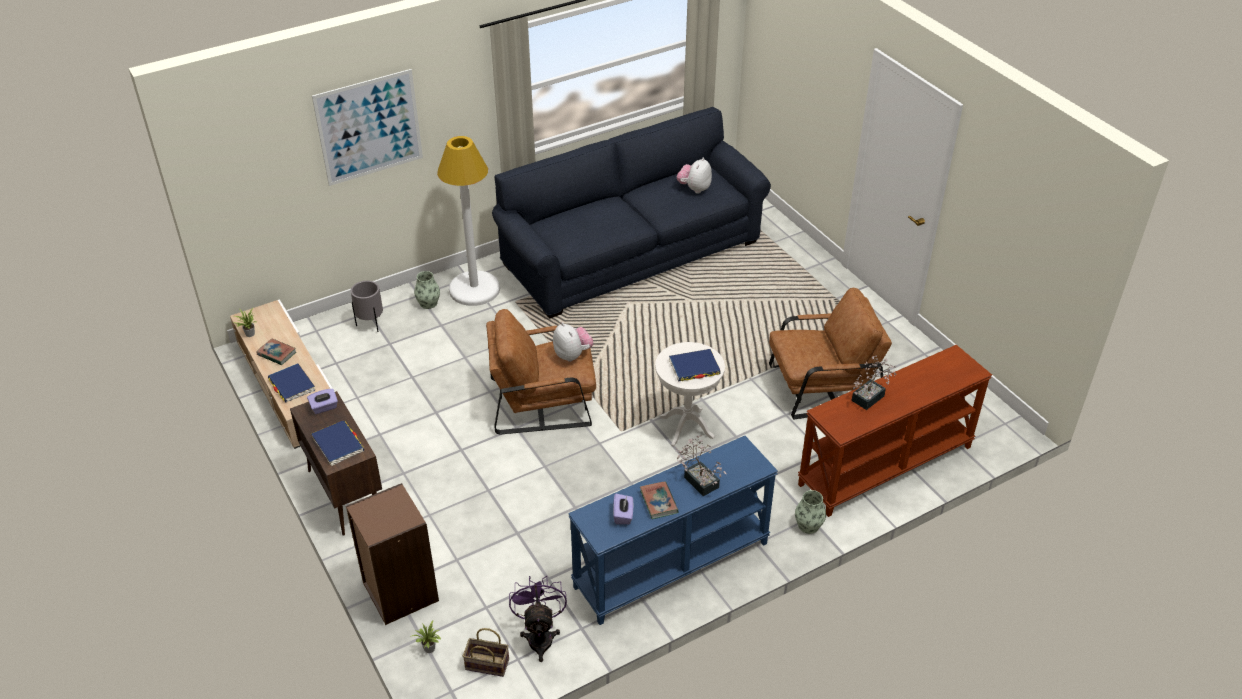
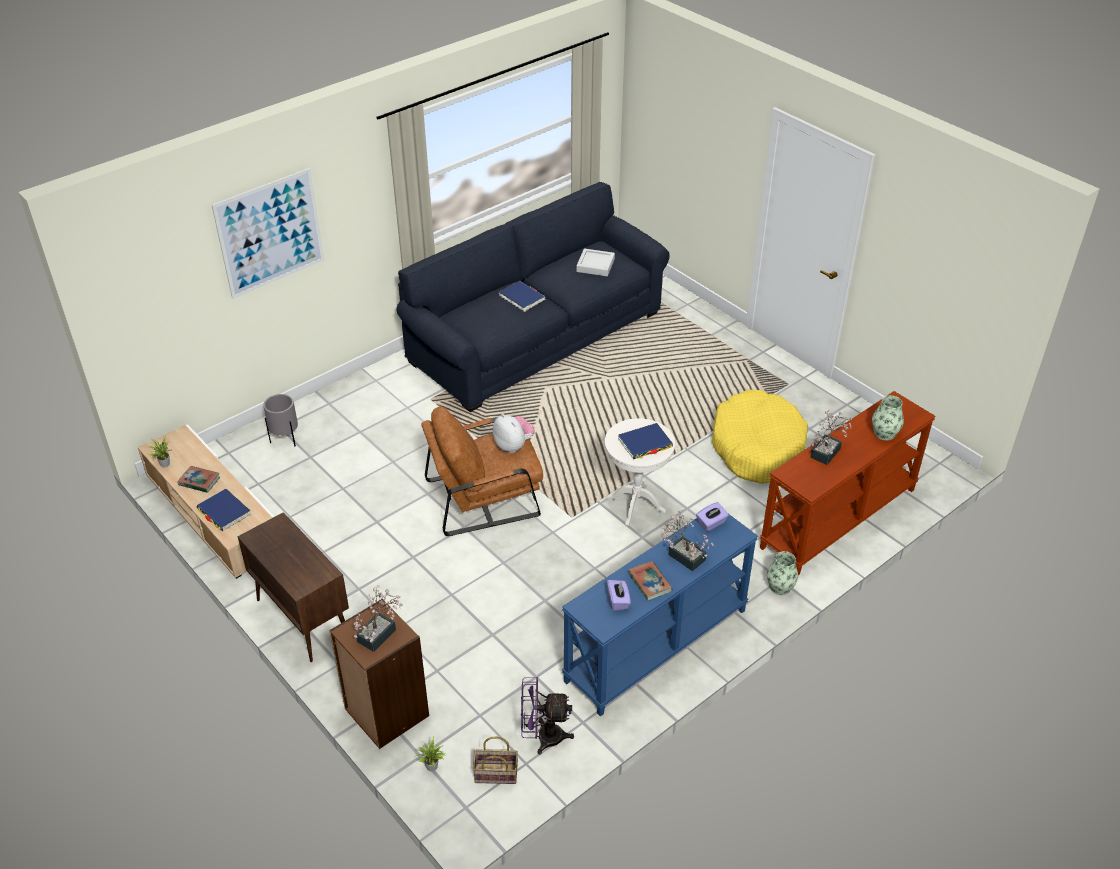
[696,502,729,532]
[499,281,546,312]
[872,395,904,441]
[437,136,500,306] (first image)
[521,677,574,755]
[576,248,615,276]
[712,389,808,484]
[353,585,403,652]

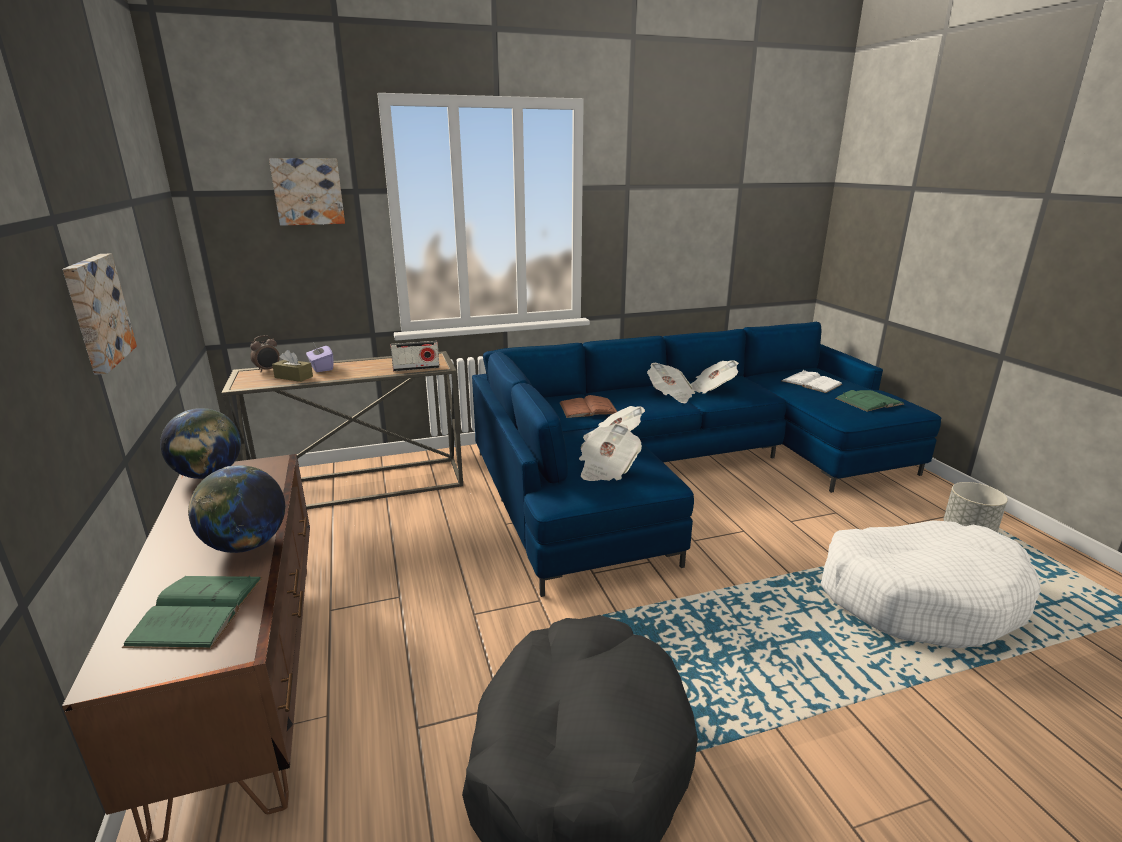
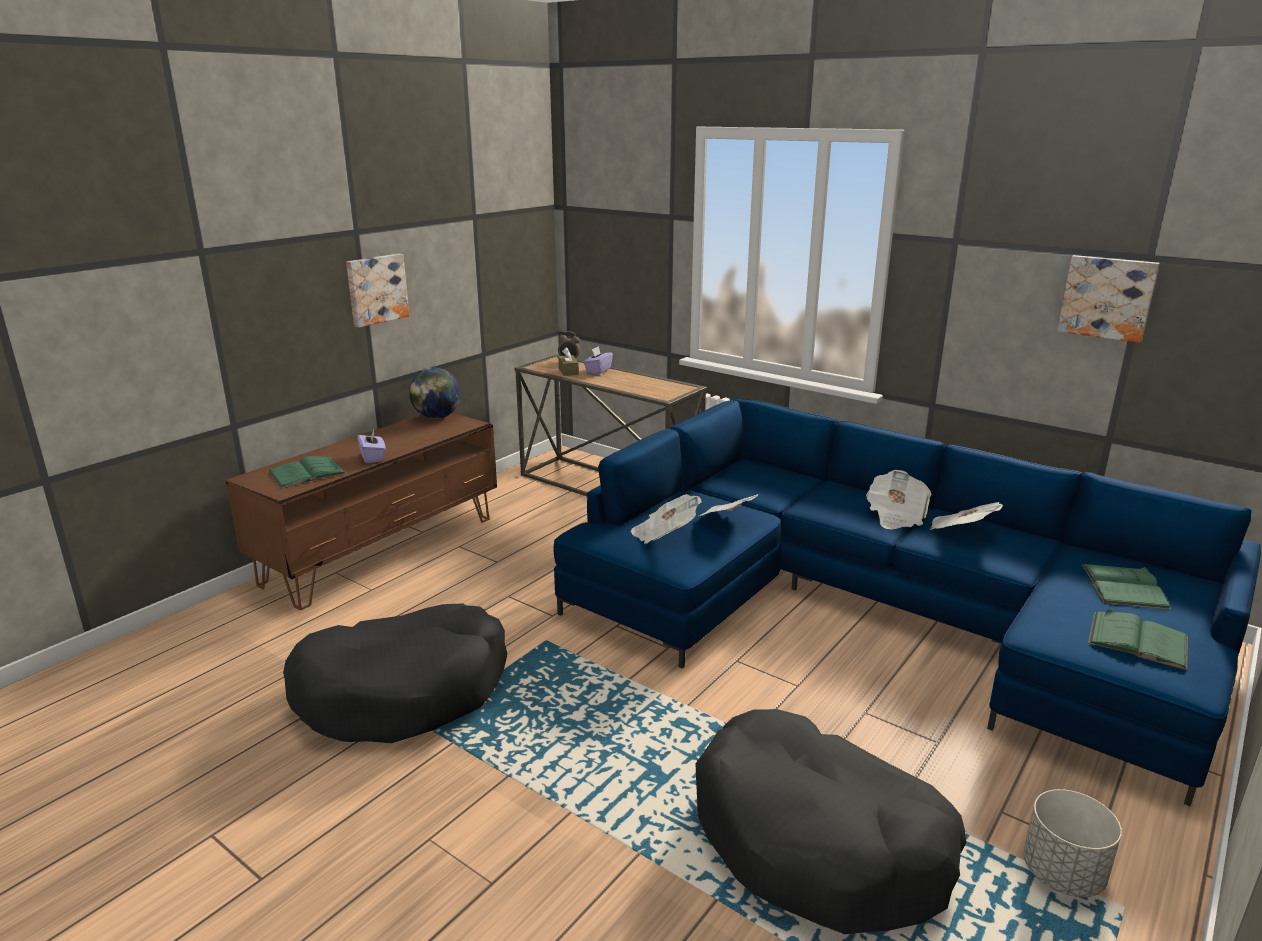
[357,428,386,463]
[1057,255,1160,343]
[390,341,440,371] (first image)
[560,395,618,418] (first image)
[1082,564,1171,610]
[695,709,966,934]

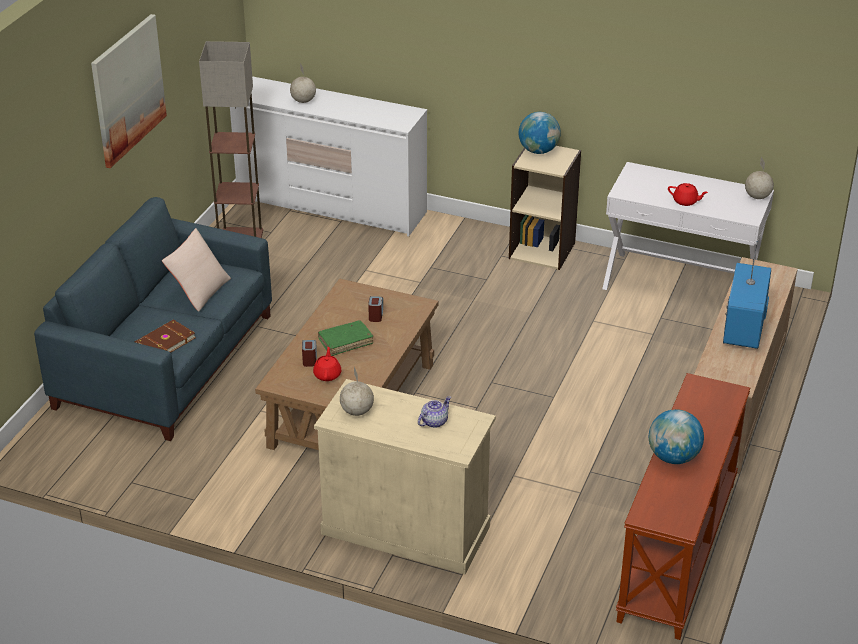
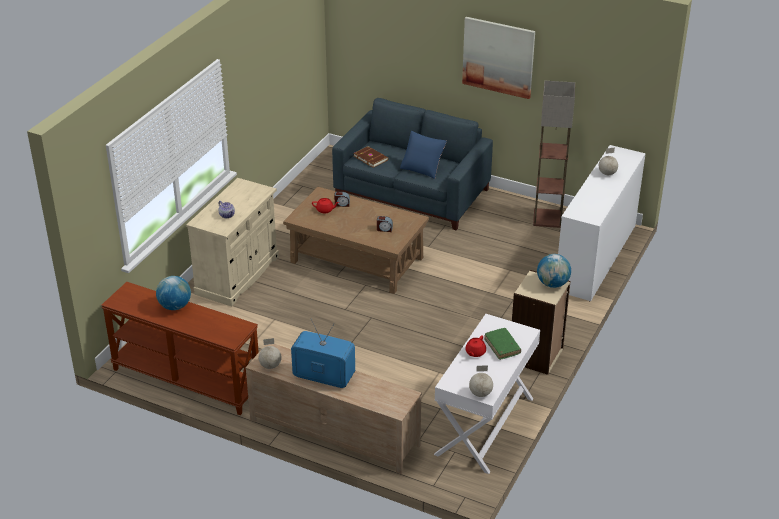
[400,131,447,179]
[484,328,521,360]
[259,338,282,369]

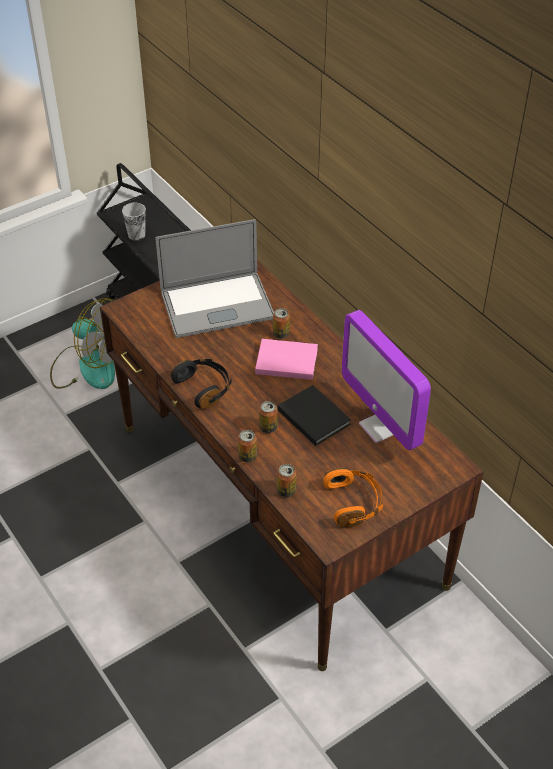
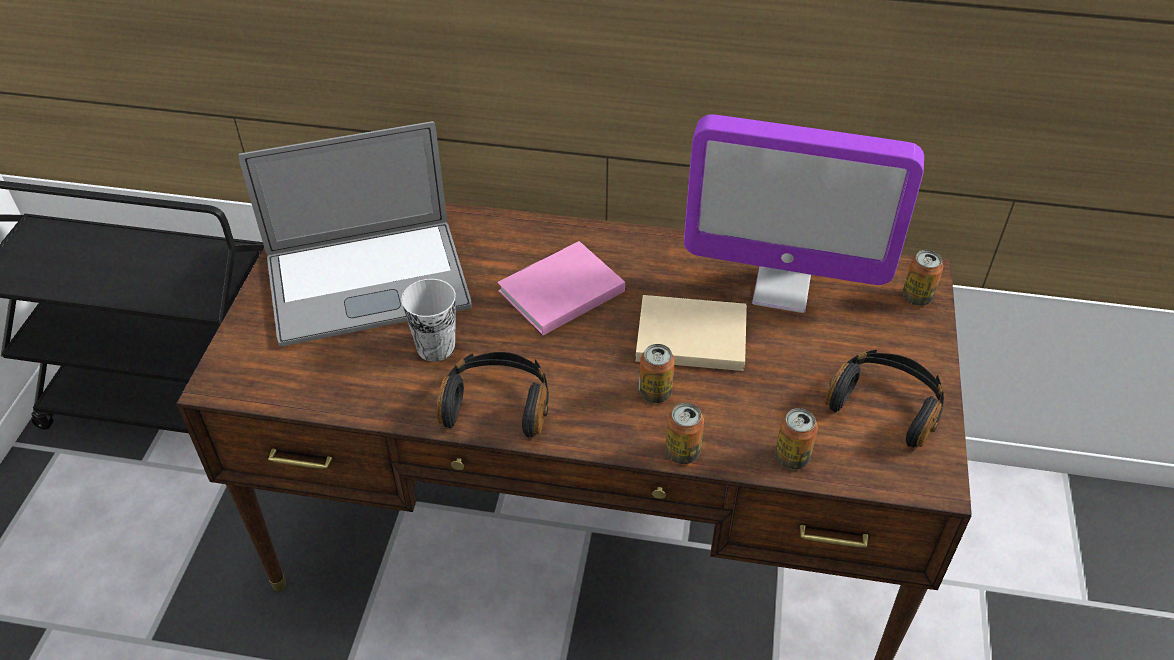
[50,298,115,389] (first image)
[401,279,456,362]
[239,121,472,347]
[902,250,943,306]
[636,295,747,371]
[825,349,944,447]

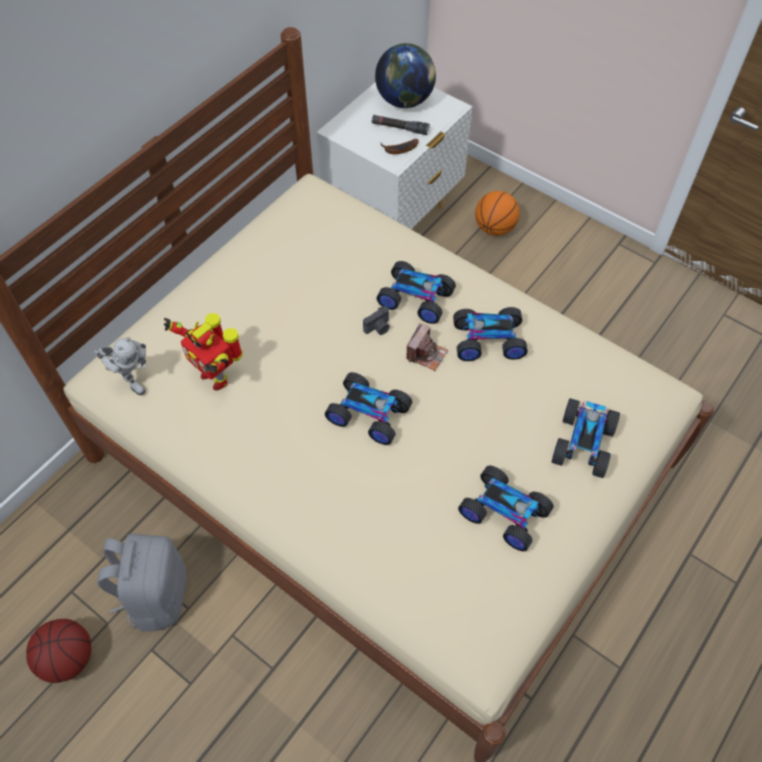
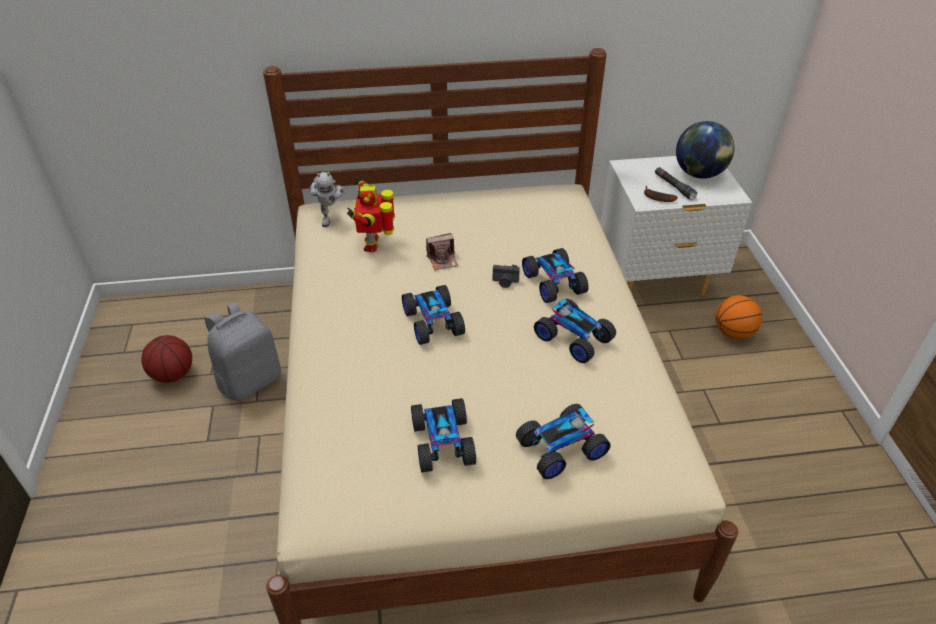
[426,233,458,270]

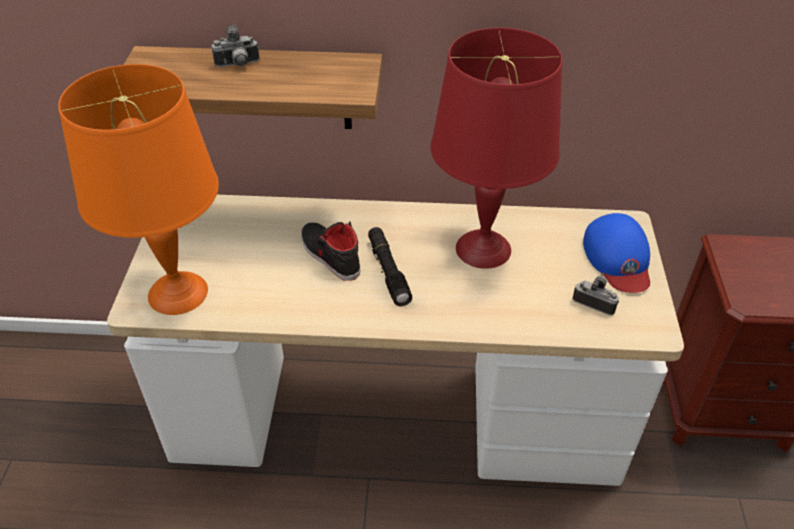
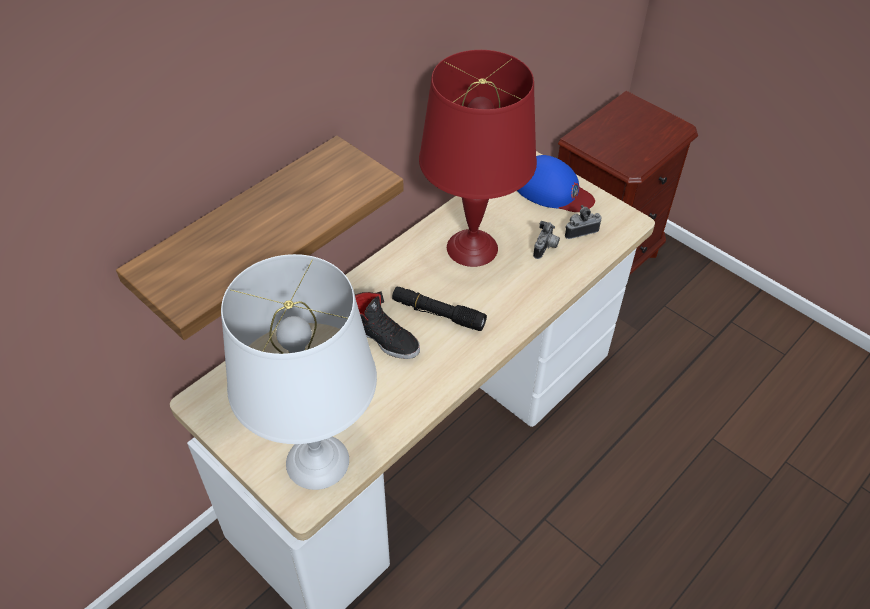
[221,254,377,490]
[533,221,560,259]
[355,291,420,359]

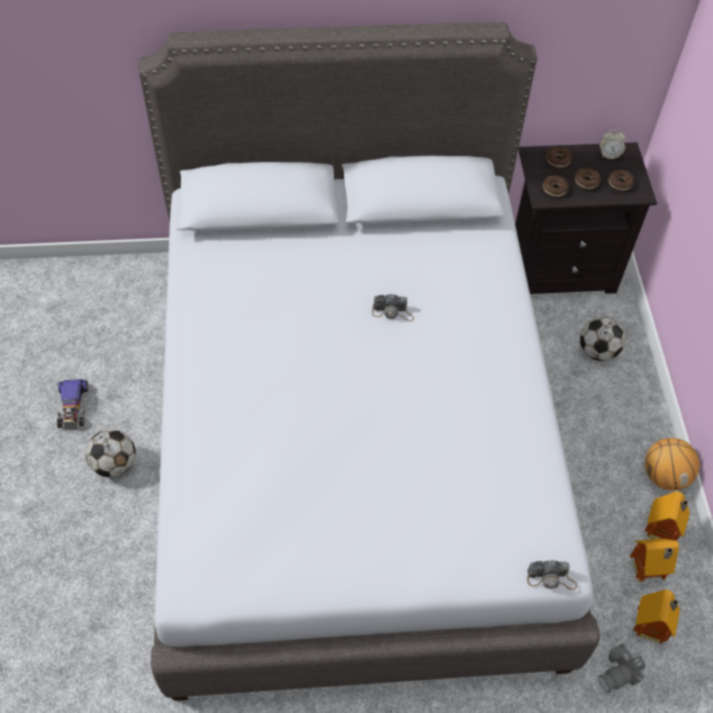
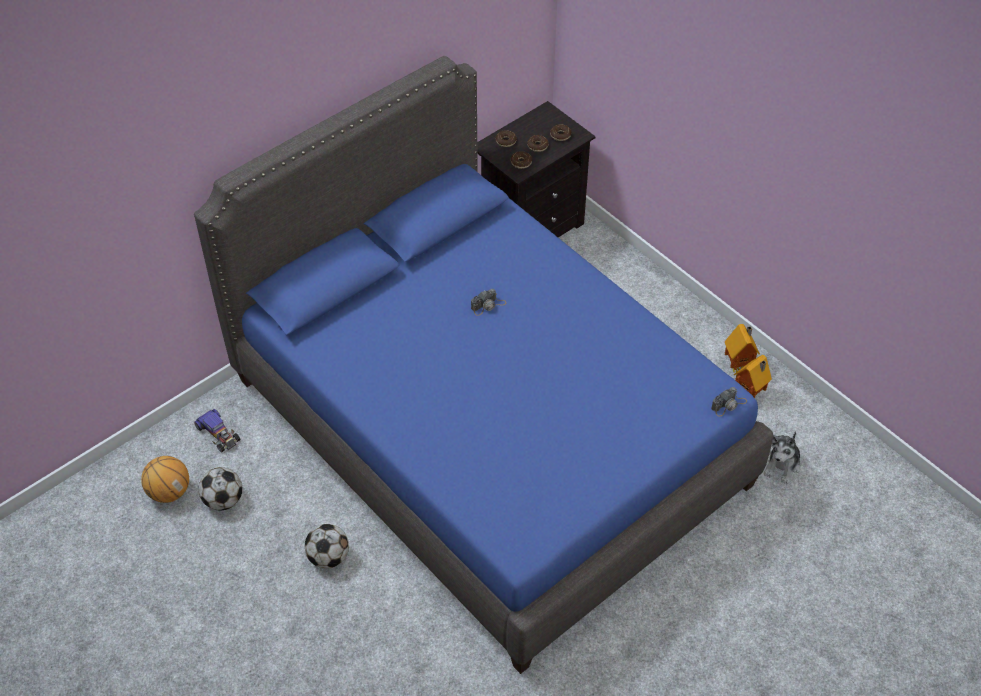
[194,409,240,452]
[194,56,773,674]
[199,467,242,511]
[764,431,801,484]
[599,129,626,159] (first image)
[633,590,680,644] (first image)
[141,456,189,503]

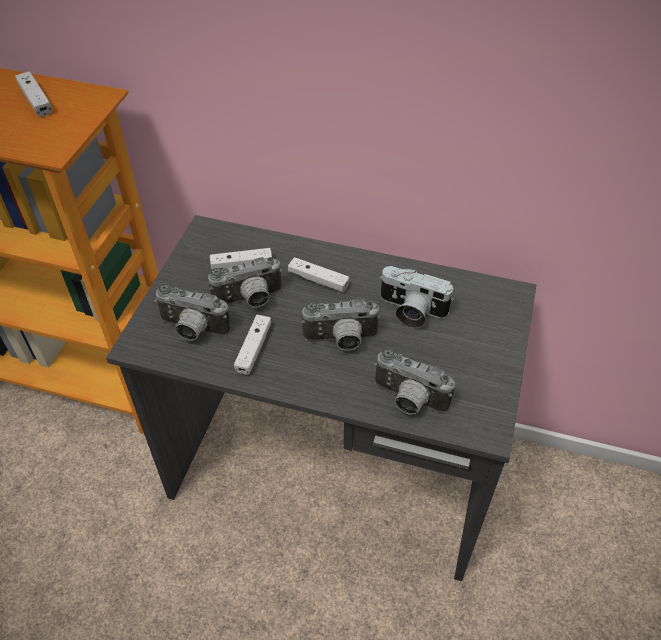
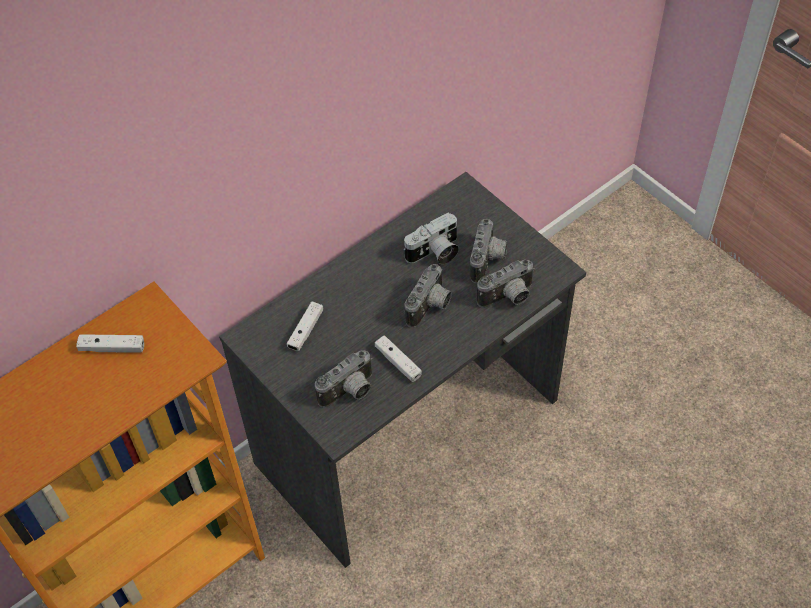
[470,219,508,283]
[288,257,349,292] (first image)

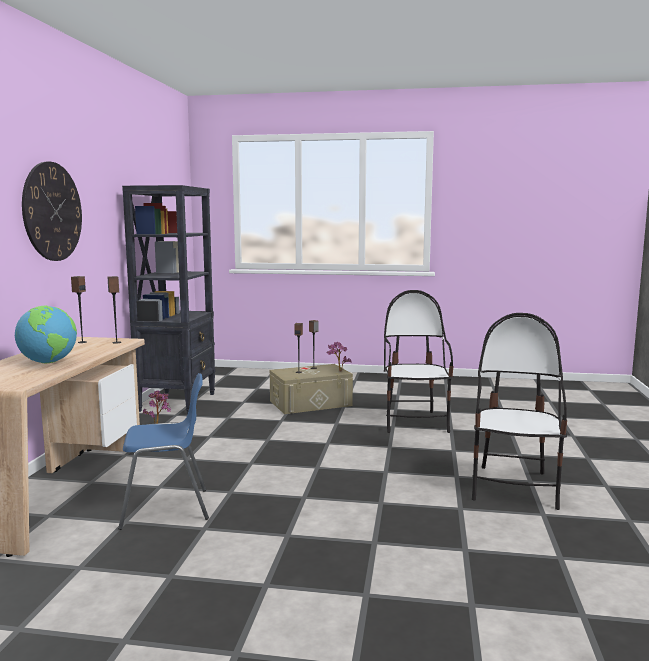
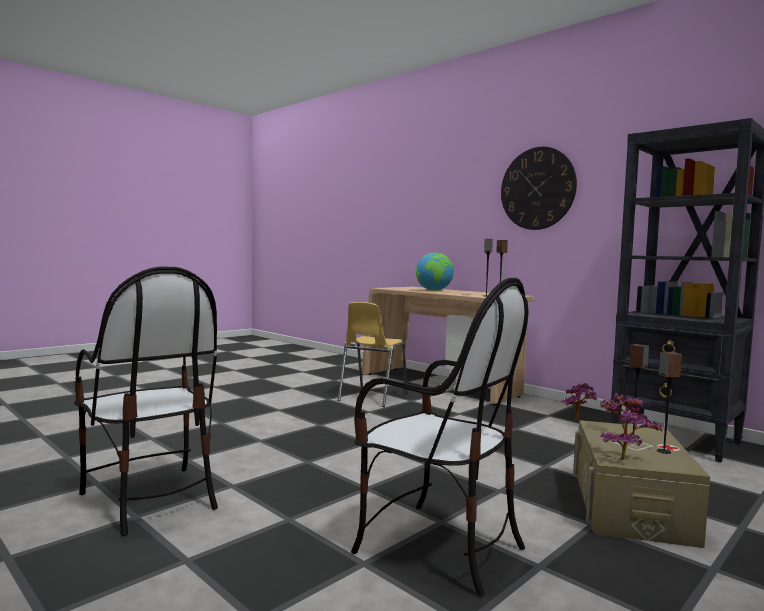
[338,302,407,407]

